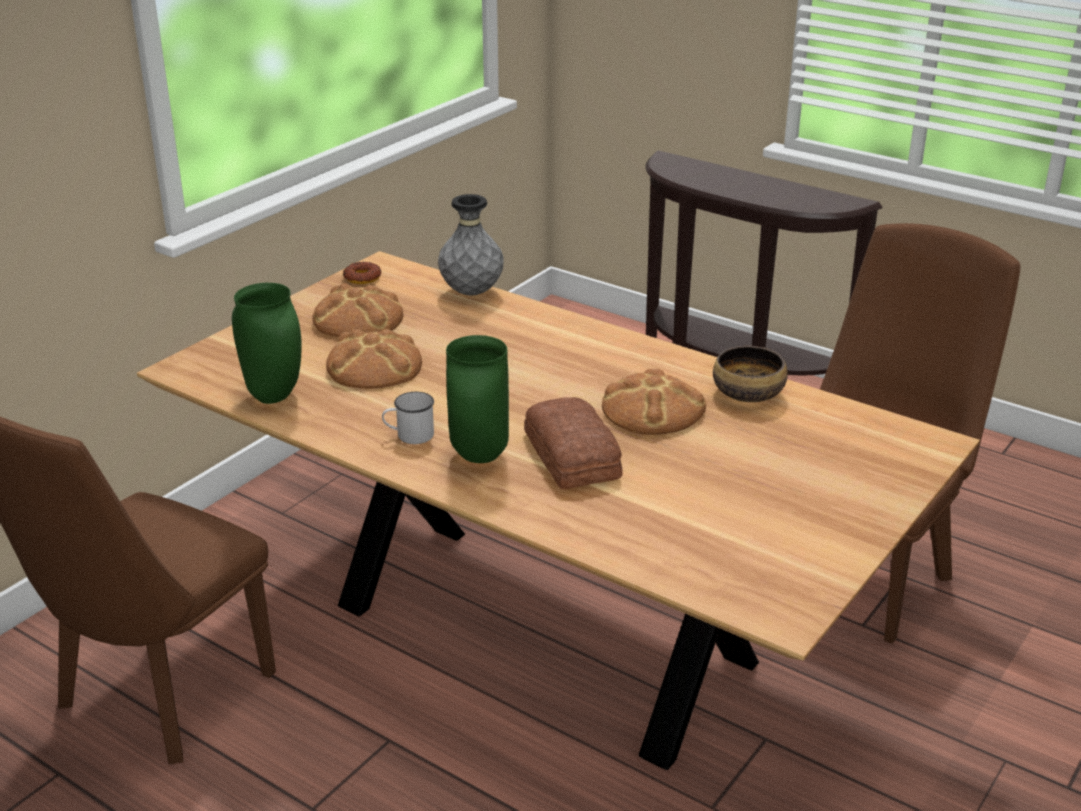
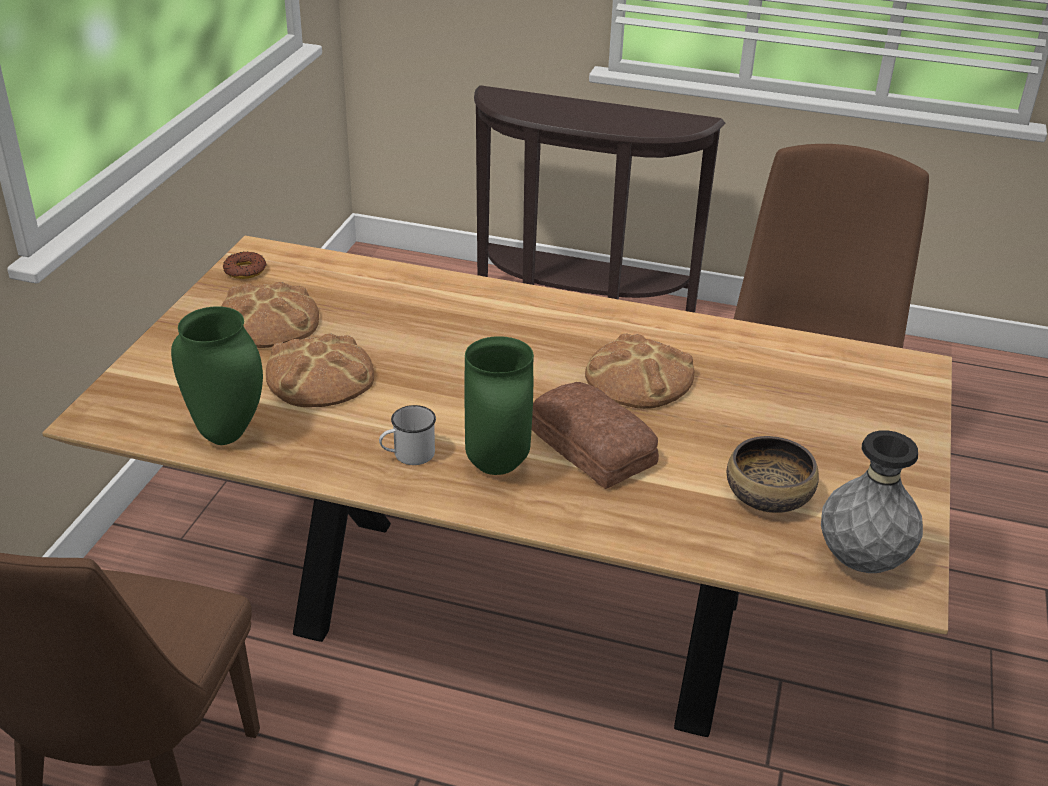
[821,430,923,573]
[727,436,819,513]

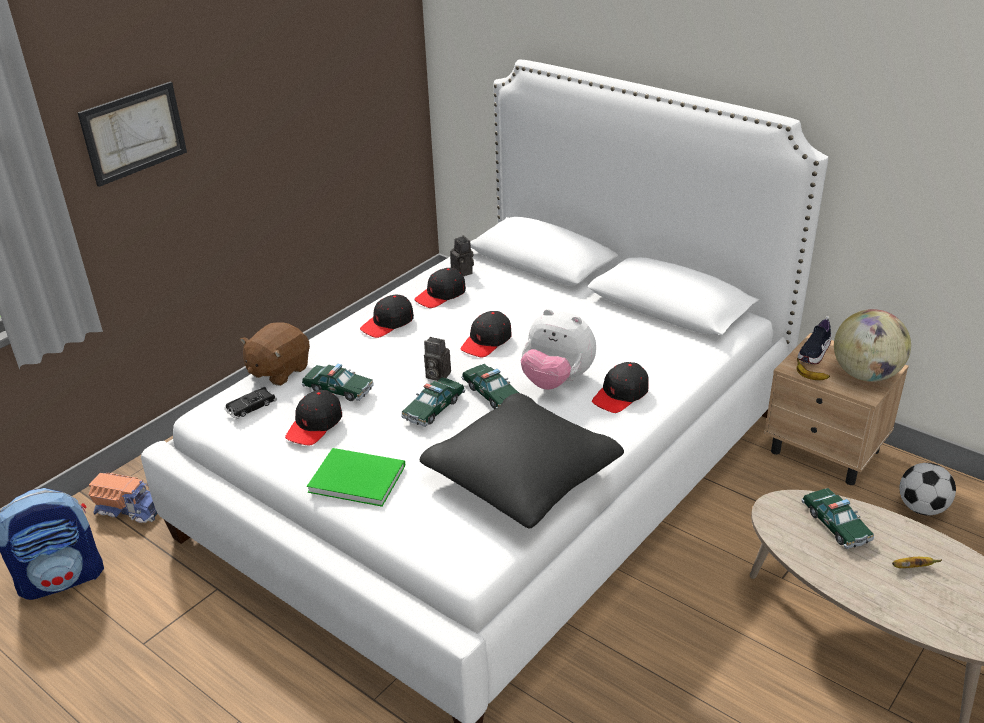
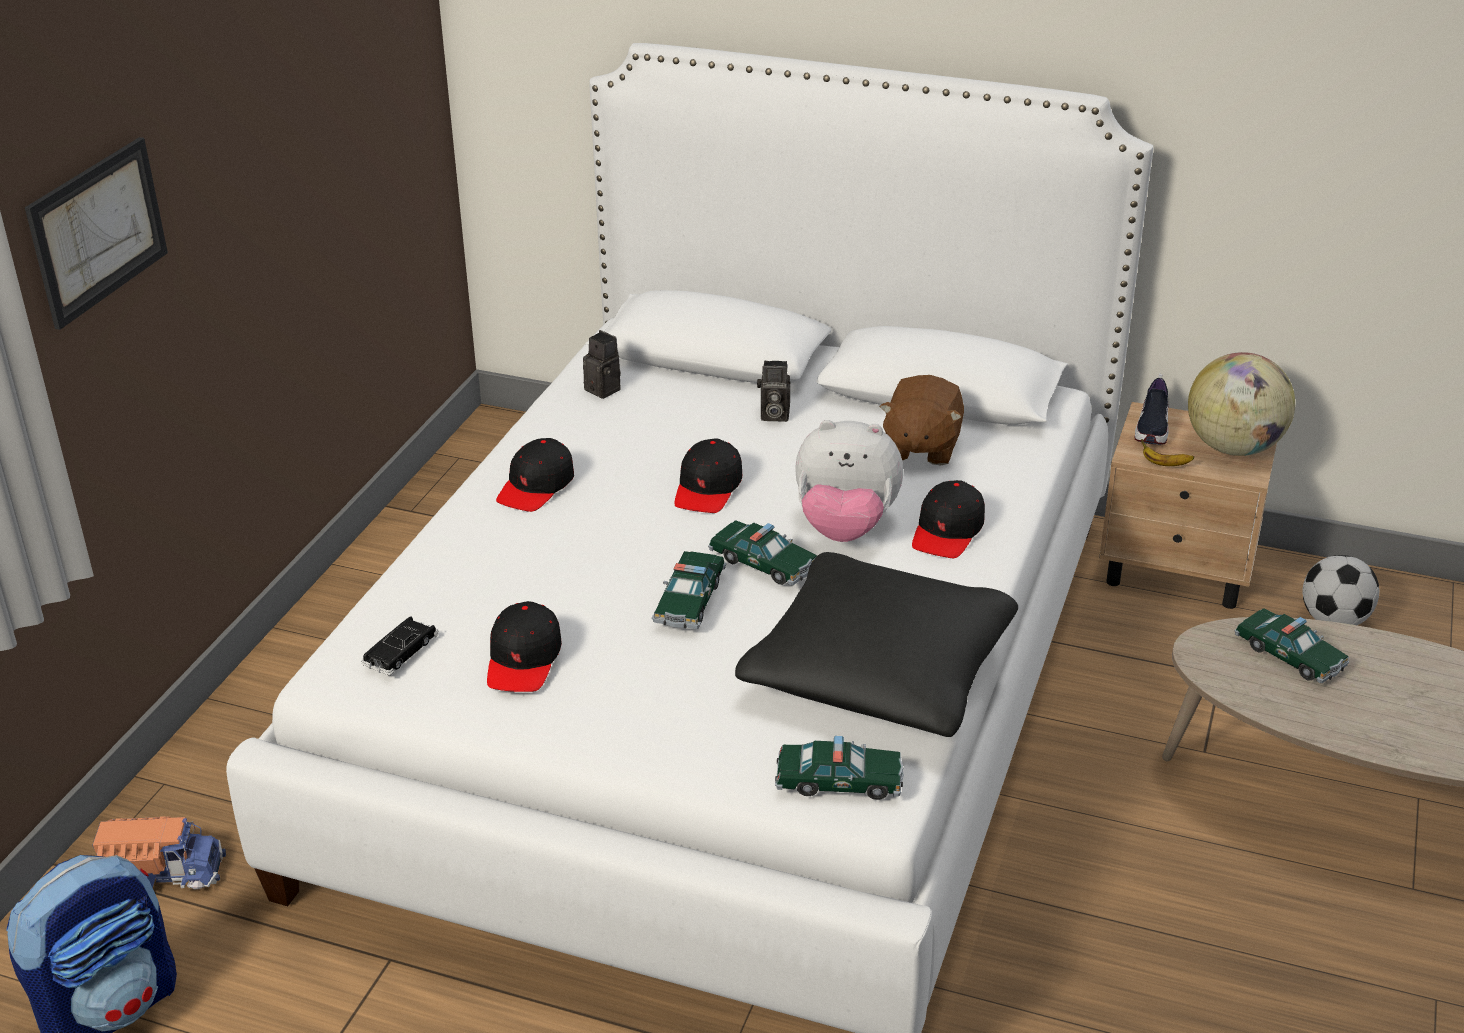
[880,375,964,465]
[775,736,904,800]
[307,448,405,507] (first image)
[414,268,466,308] (first image)
[757,361,791,422]
[892,557,942,568] (first image)

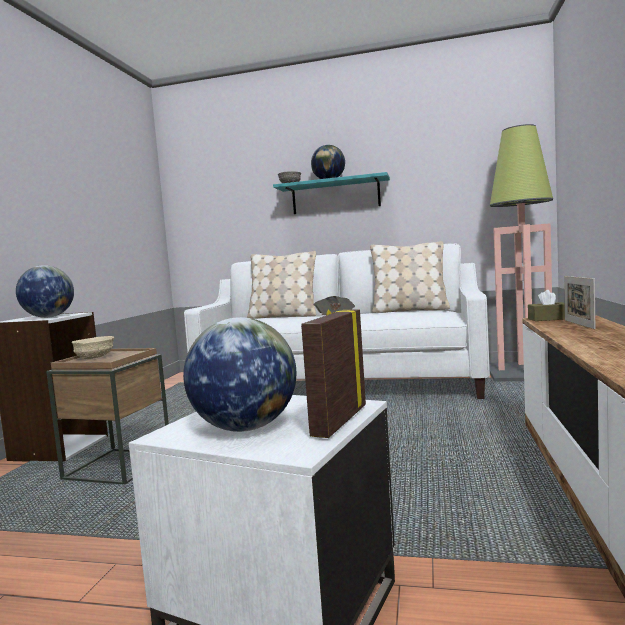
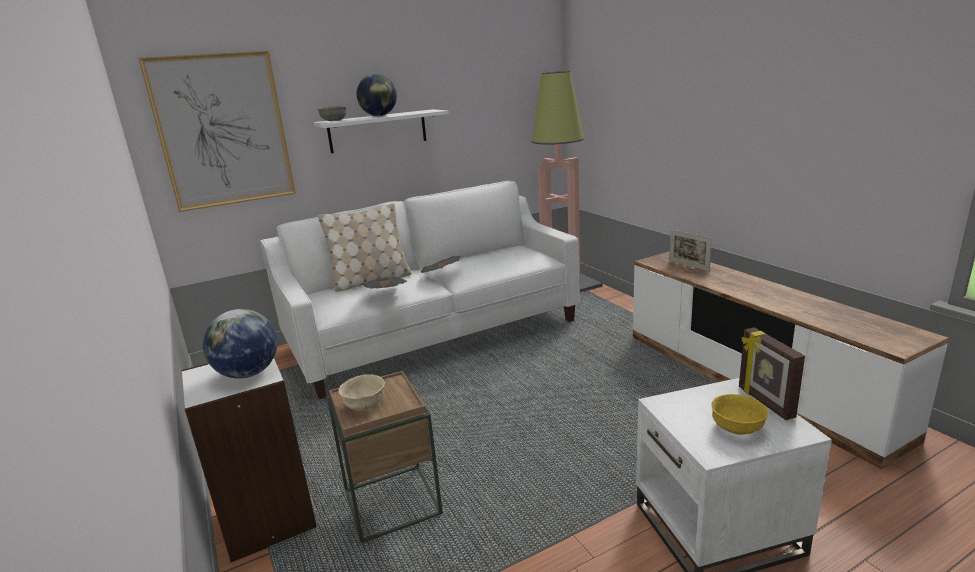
[712,394,769,435]
[314,109,449,153]
[370,241,450,313] (first image)
[528,290,565,321] (first image)
[138,51,296,212]
[361,277,407,289]

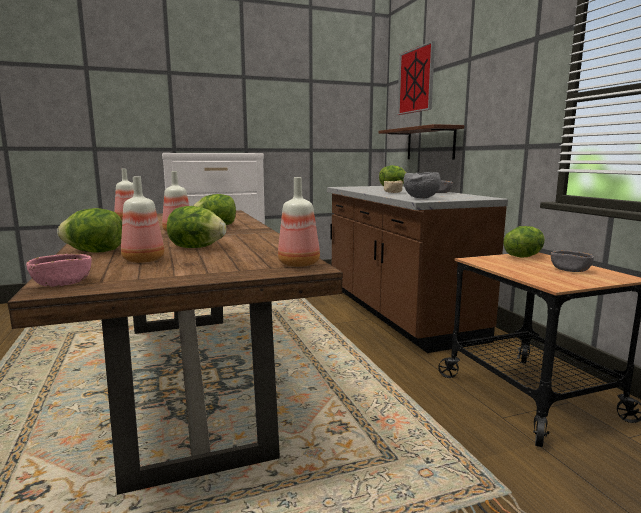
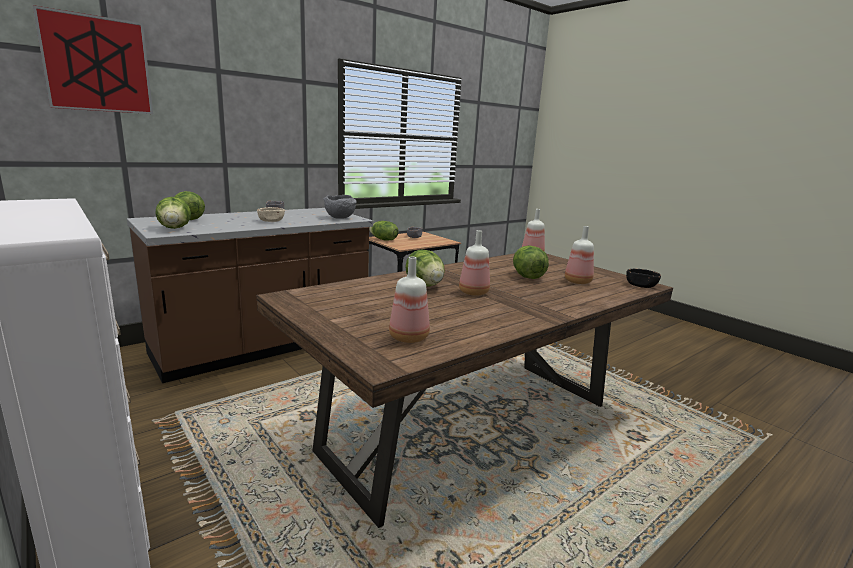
[626,269,661,288]
[155,197,191,229]
[379,124,464,160] (first image)

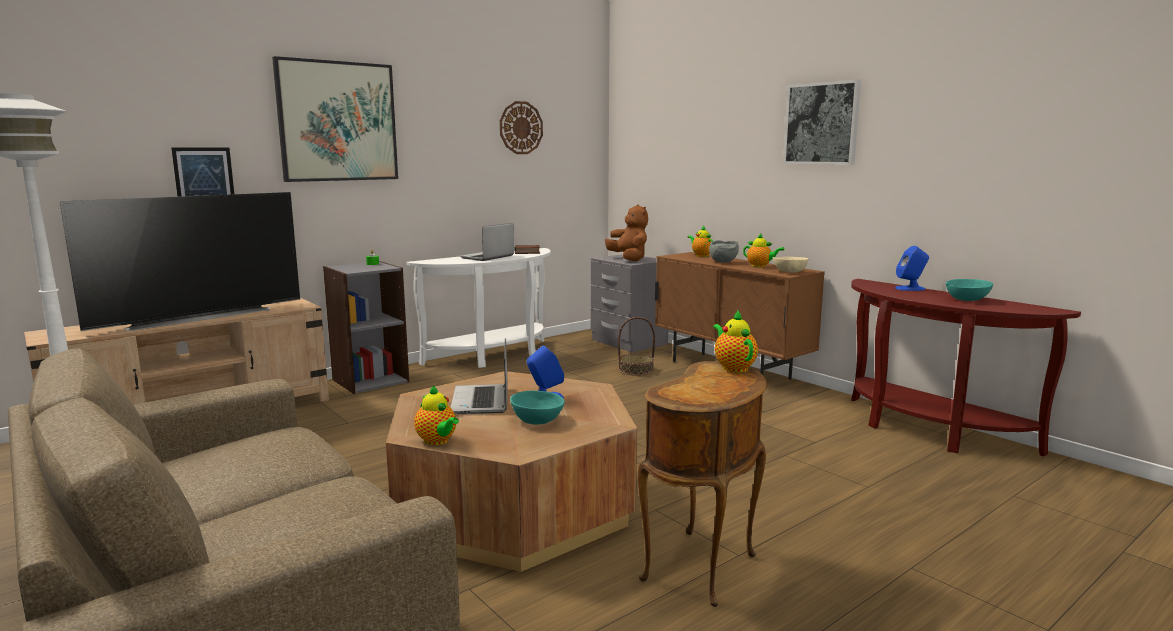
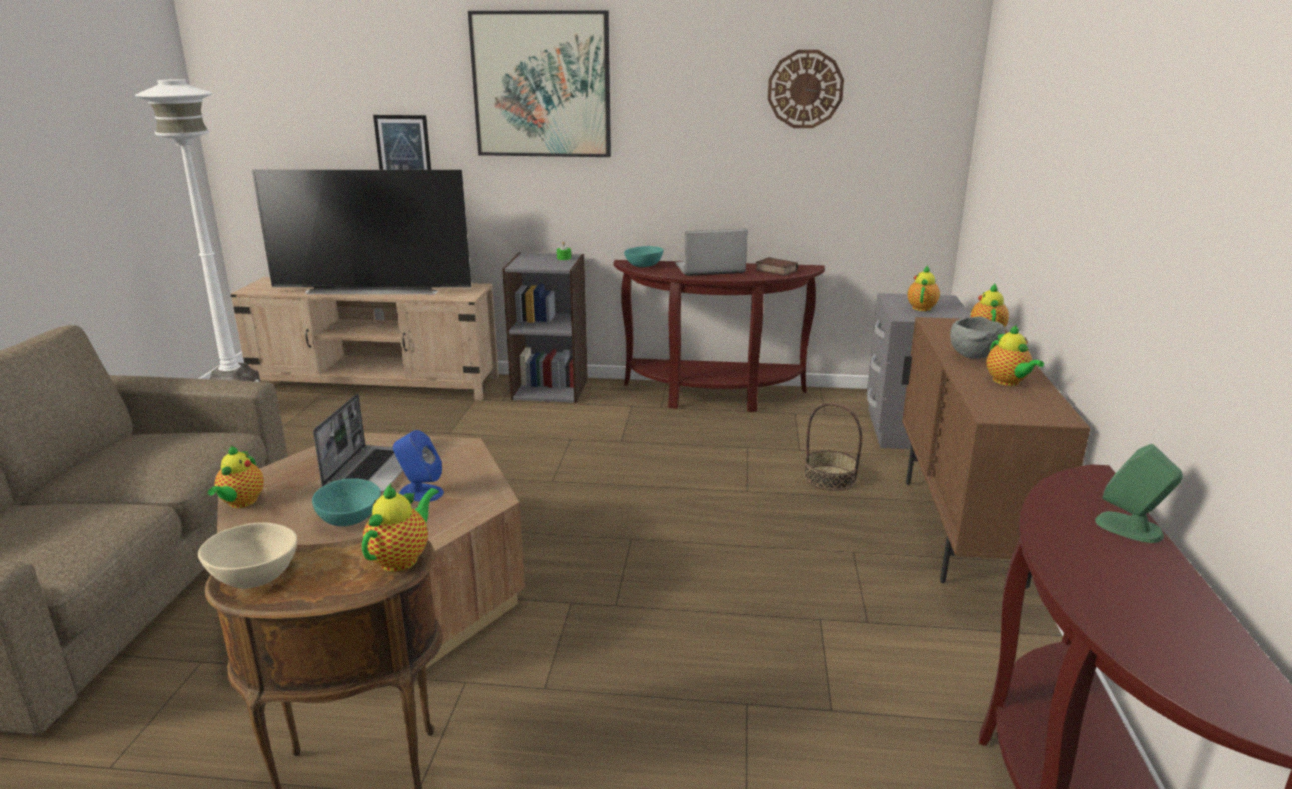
[613,260,825,412]
[313,394,403,492]
[908,265,940,311]
[198,522,297,589]
[783,79,861,165] (first image)
[1095,444,1183,543]
[624,246,664,267]

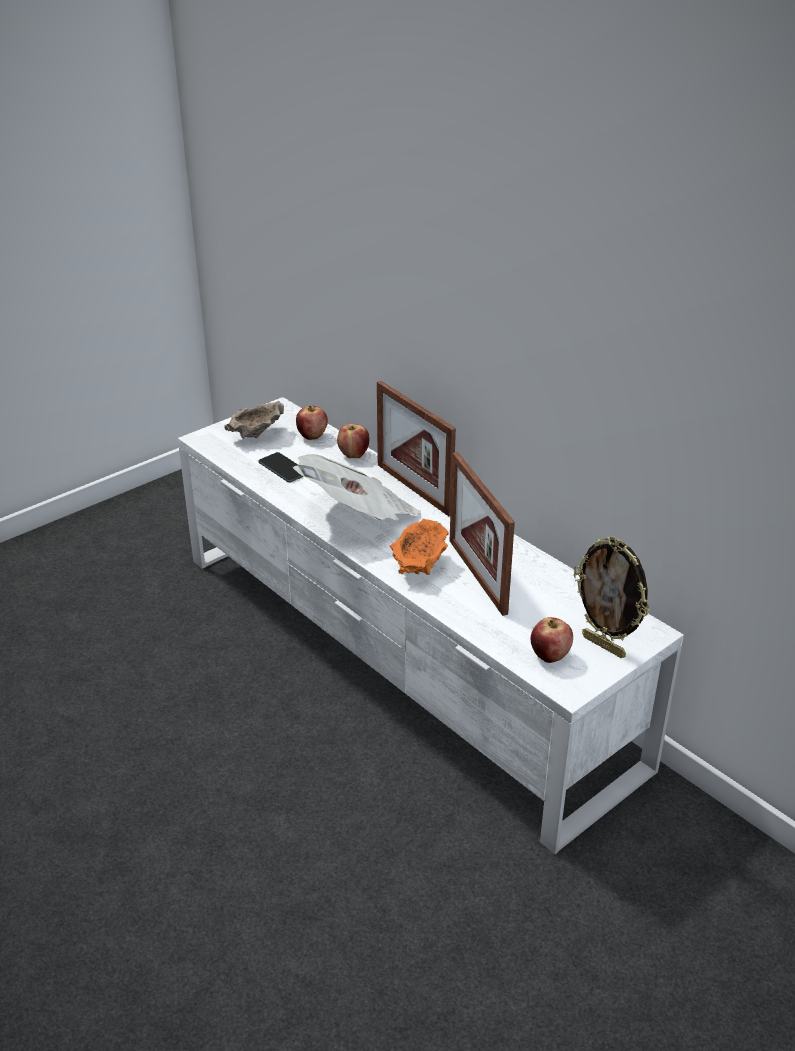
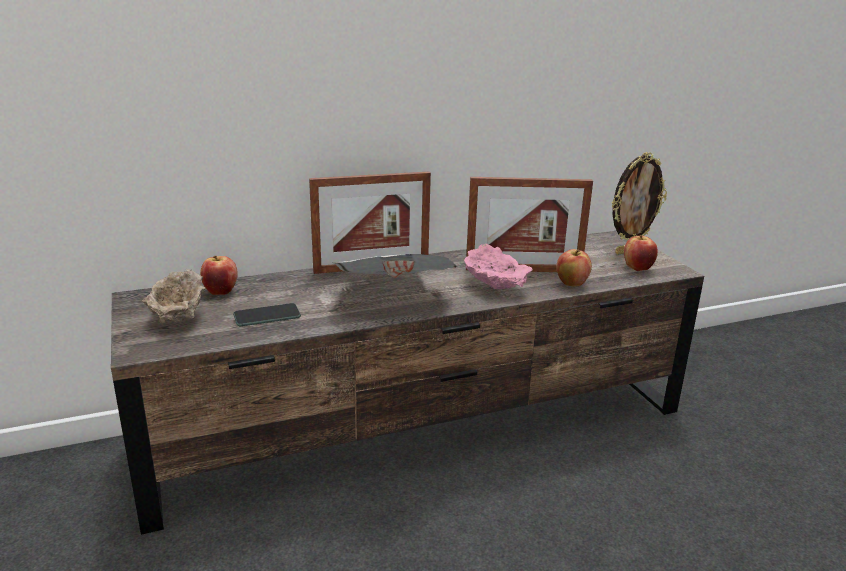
[111,231,704,535]
[556,249,592,287]
[464,244,533,289]

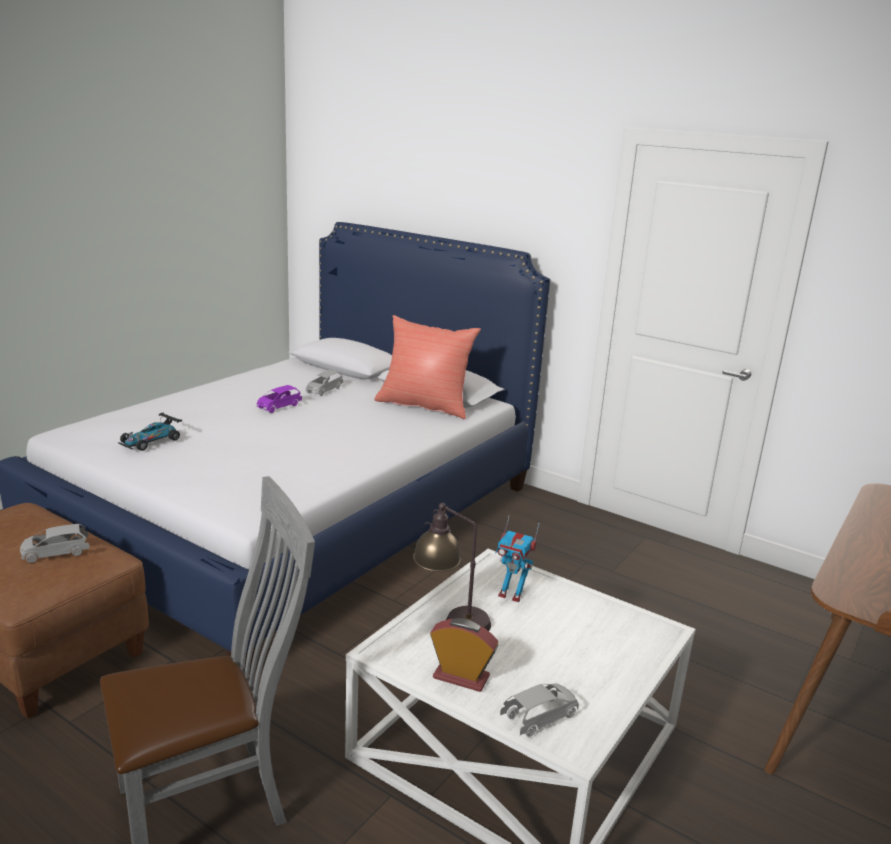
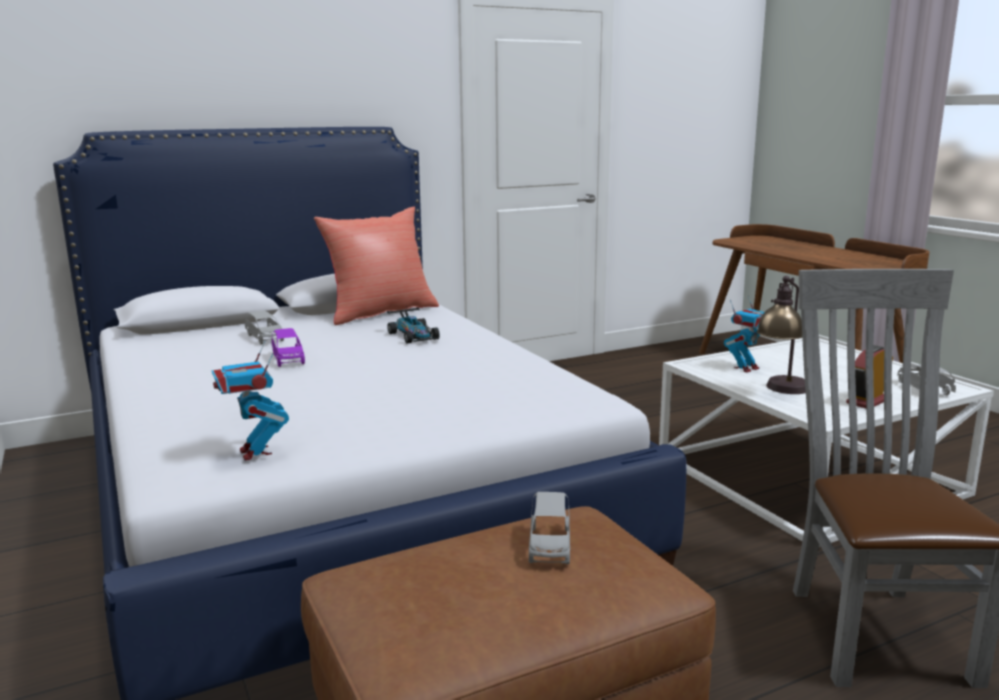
[387,306,440,343]
[211,341,289,461]

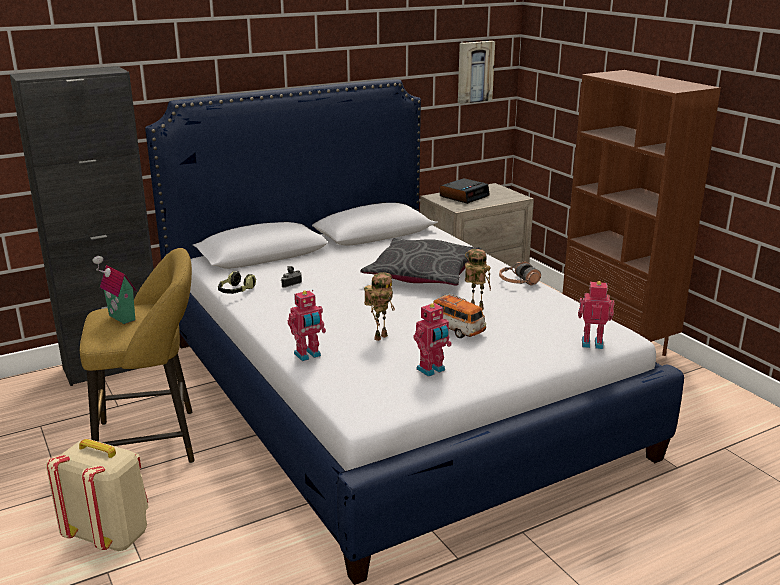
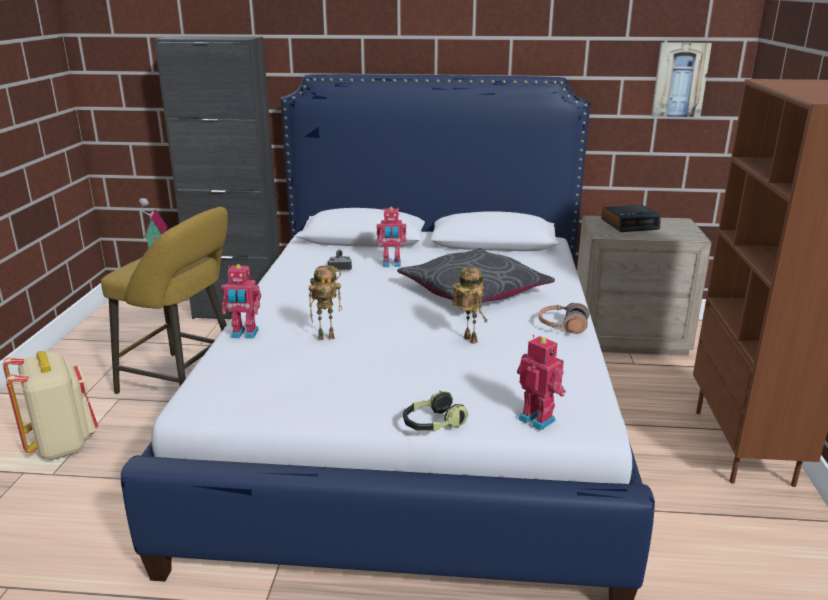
[403,391,468,431]
[376,207,406,267]
[433,293,486,338] (first image)

